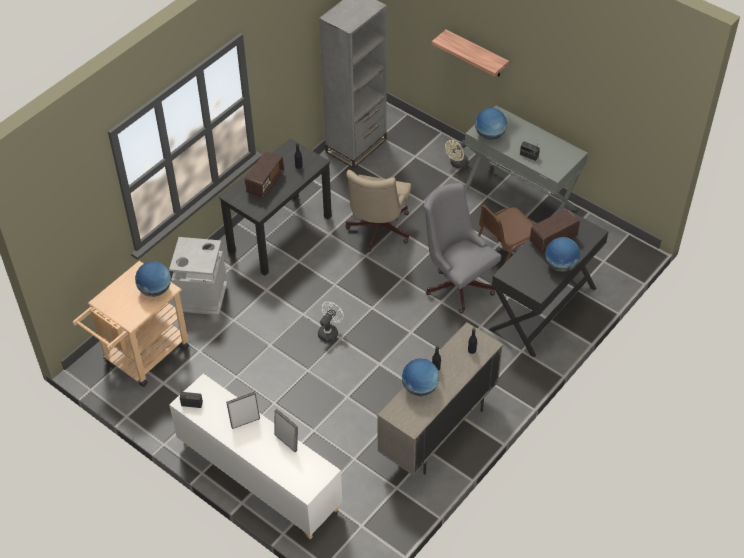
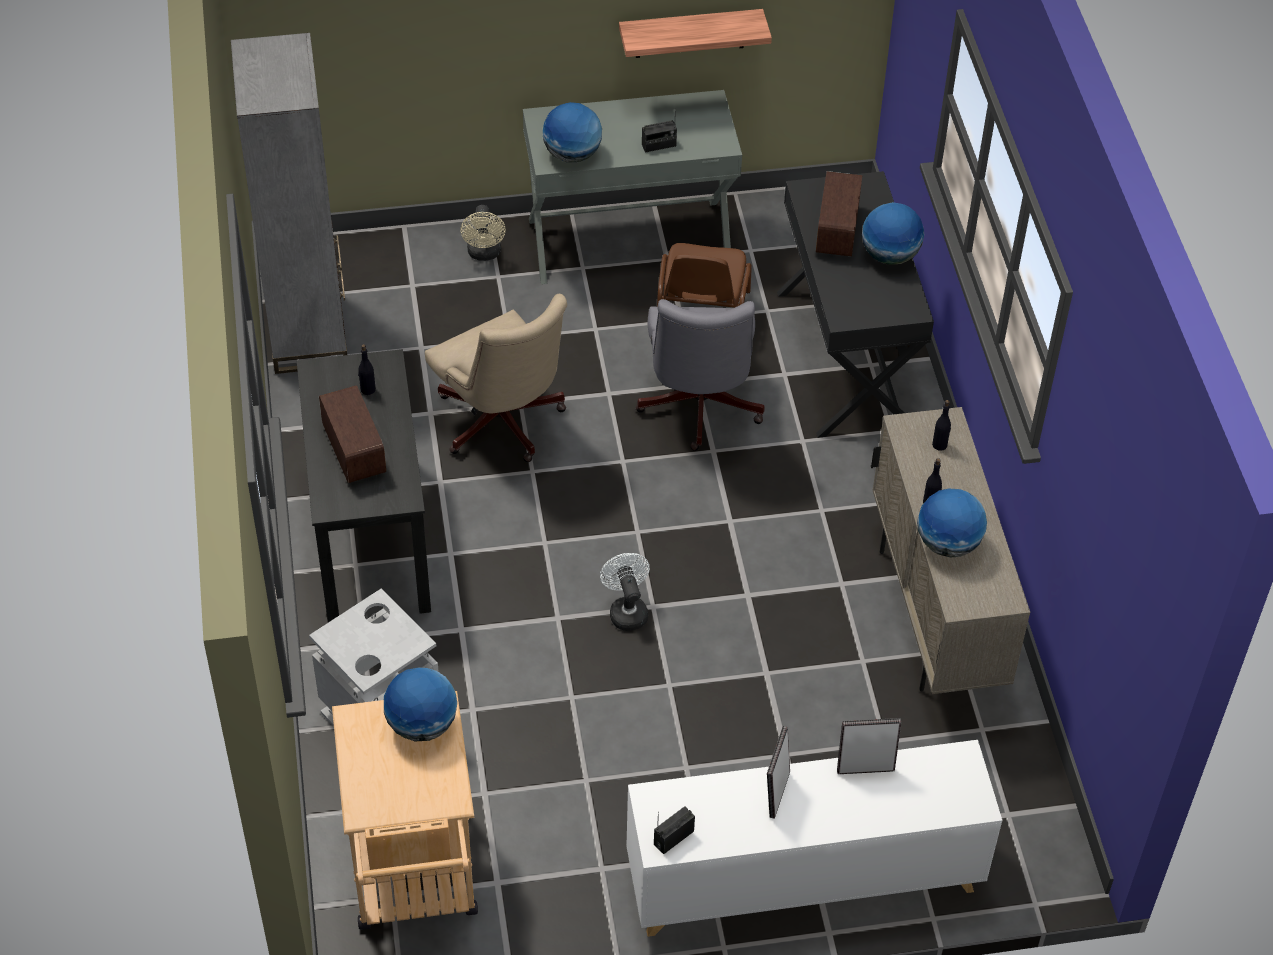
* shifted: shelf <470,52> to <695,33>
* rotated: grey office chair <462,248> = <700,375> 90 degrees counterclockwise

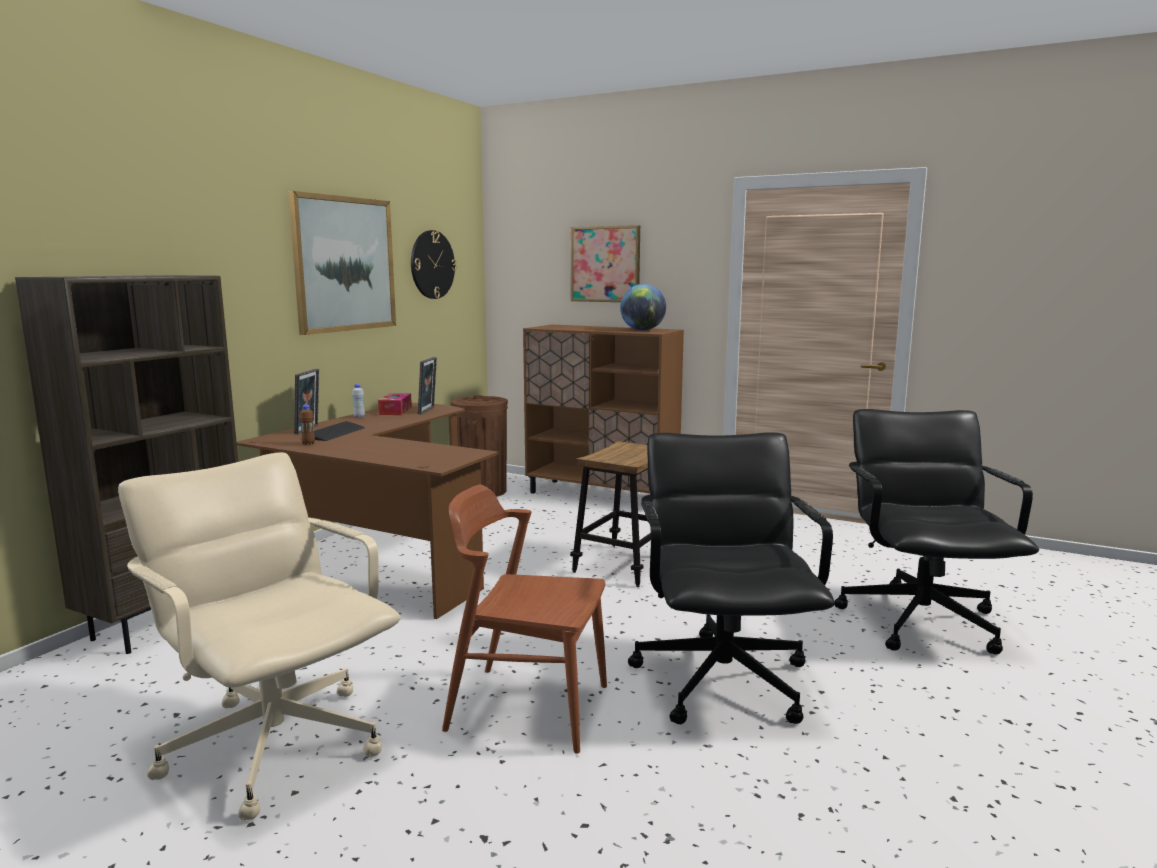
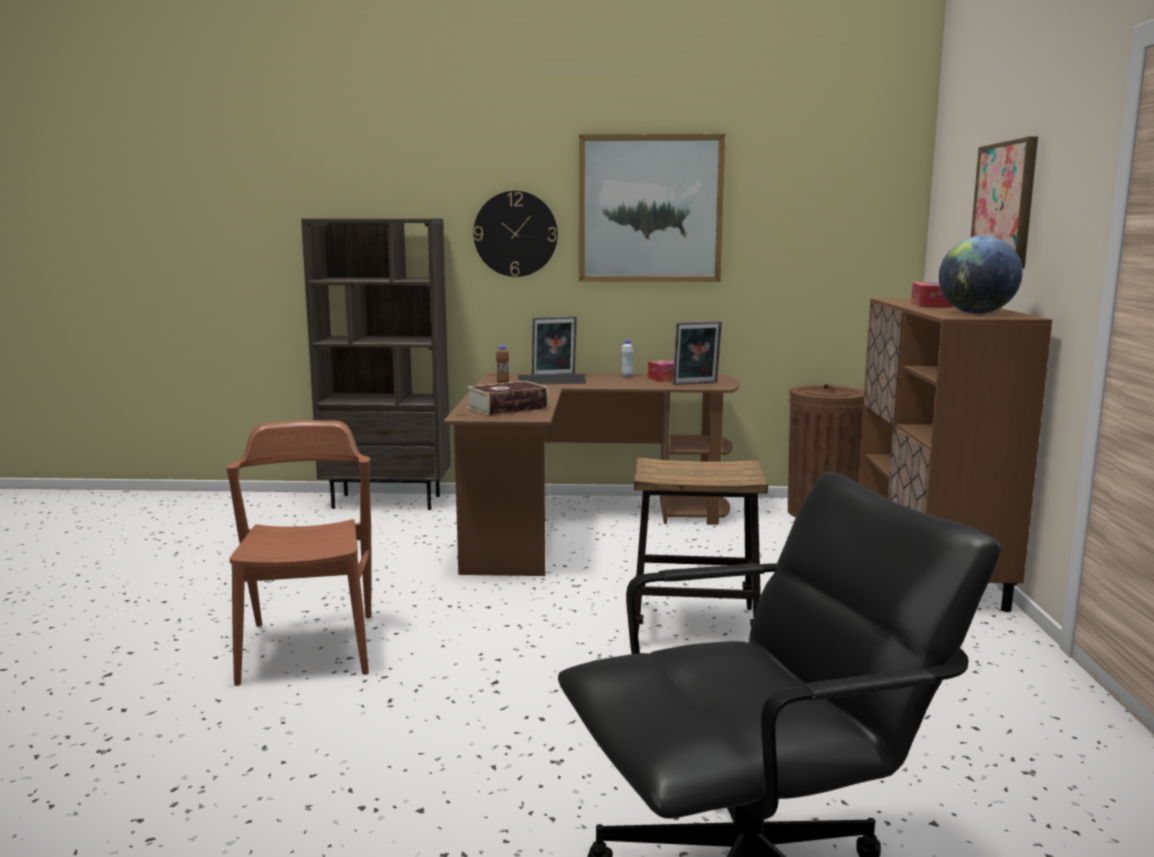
* gone: beige office chair <259,636>
* gone: black office chair <731,578>
* new: book <508,398>
* new: tissue box <932,294>
* shifted: wall clock <434,264> to <515,234>

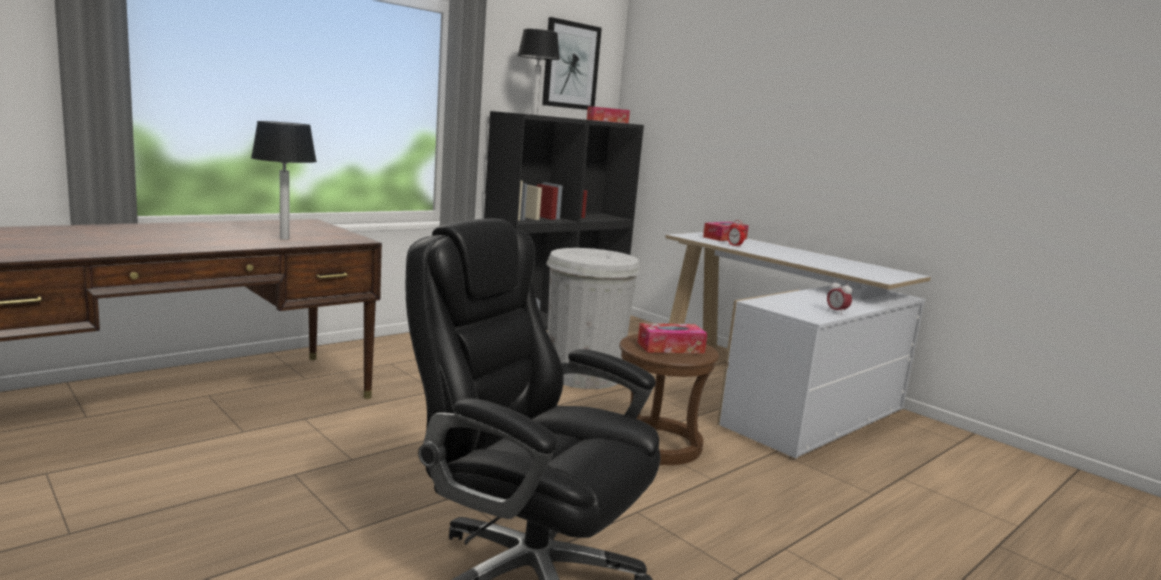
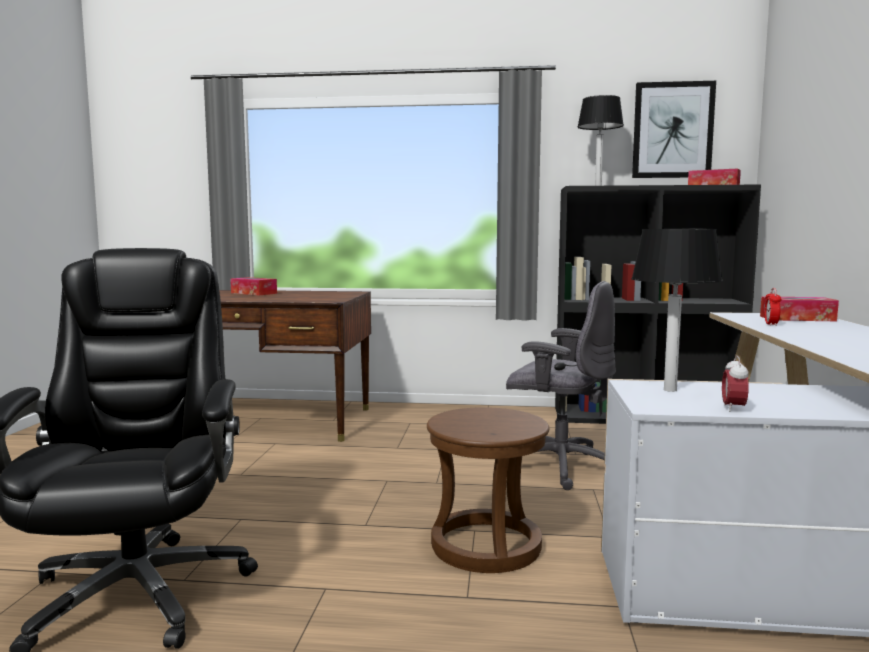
* shifted: table lamp <284,180> to <677,310>
* shifted: tissue box <672,338> to <253,286>
* swapped: white trash can <593,318> to grey office chair <561,385>

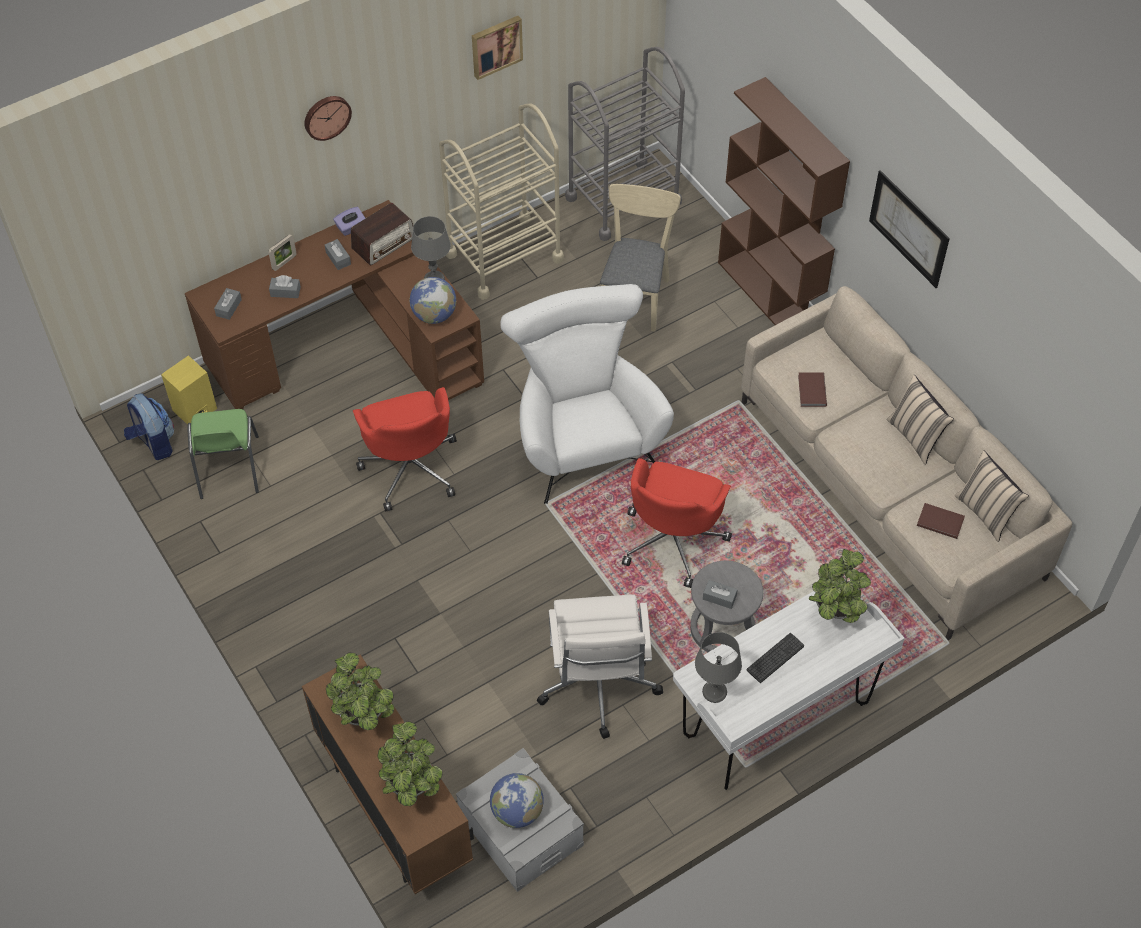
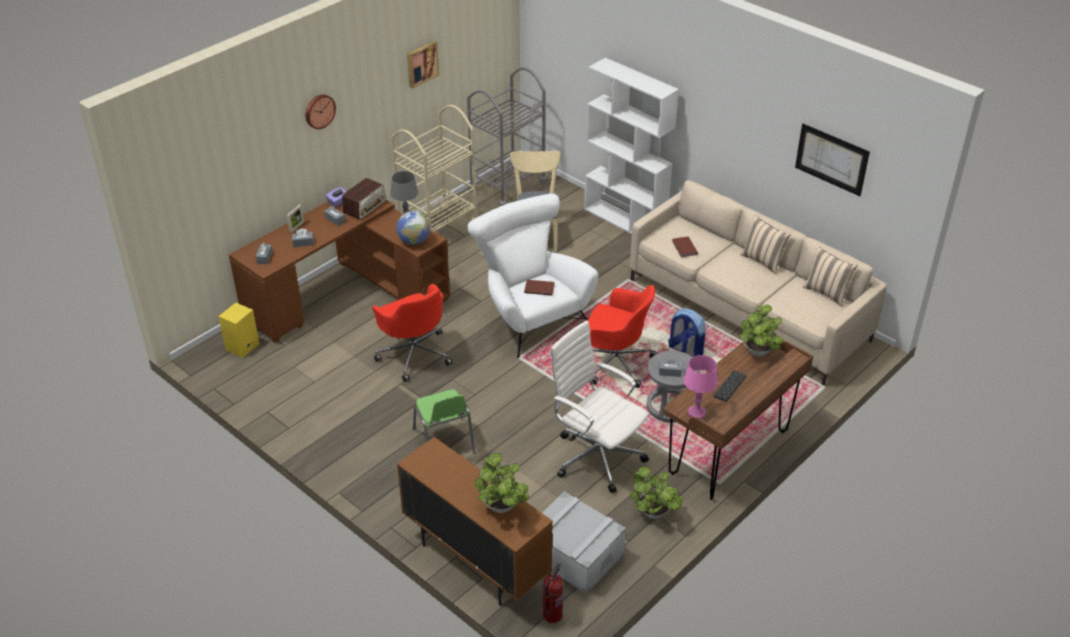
* gone: globe <517,800>
* new: fire extinguisher <553,593>
* shifted: backpack <149,426> to <686,332>
* shifted: green chair <223,454> to <444,421>
* shifted: potted plant <360,691> to <657,492>
* shifted: picture <909,229> to <832,160>
* shifted: brown book <941,521> to <539,288>
* repainted: white desk <789,683> to brown desk <738,420>
* repainted: grey table lamp <718,667> to pink table lamp <701,387>
* repainted: brown bookcase <784,201> to white bookcase <631,146>
* rotated: white office chair <600,666> = <599,406> 150 degrees clockwise
* rotated: red office chair <677,523> = <622,336> 75 degrees counterclockwise

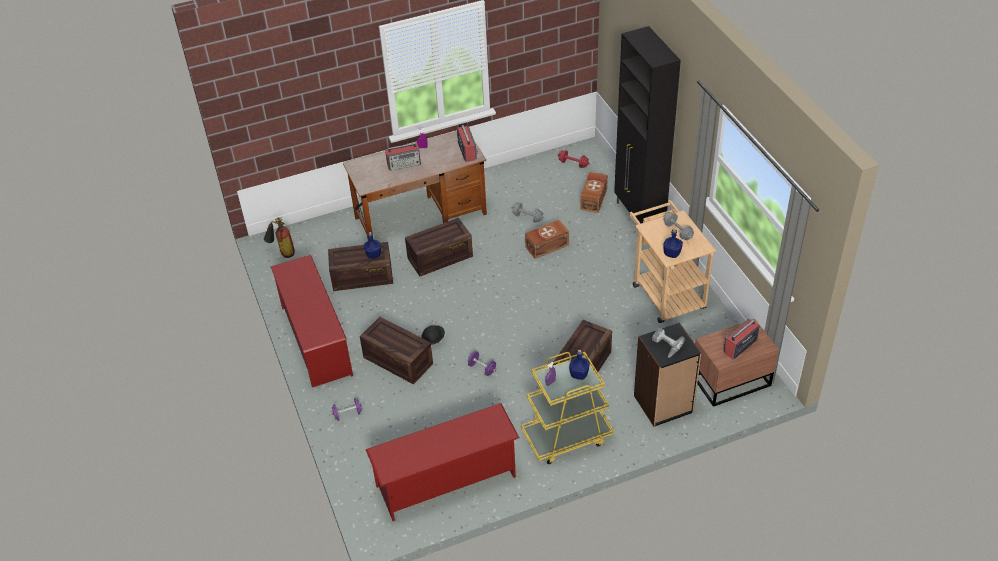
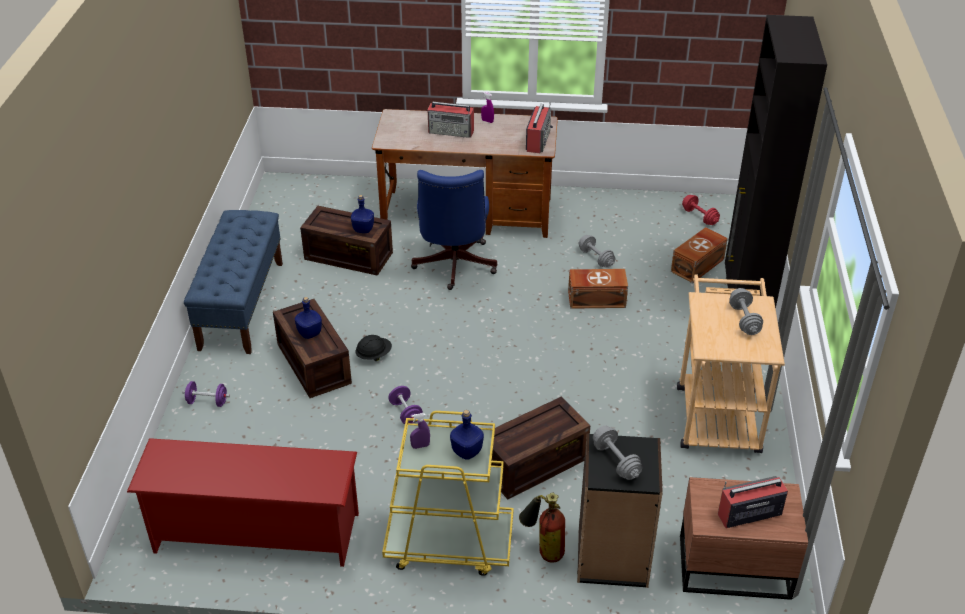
* shifted: fire extinguisher <279,237> to <542,527>
* shifted: blue bottle <673,243> to <308,318>
* swapped: red shoe rack <312,321> to blue bench <233,282>
* swapped: crate <439,247> to blue office chair <454,230>
* swapped: power drill <668,343> to grey dumbbell <617,453>

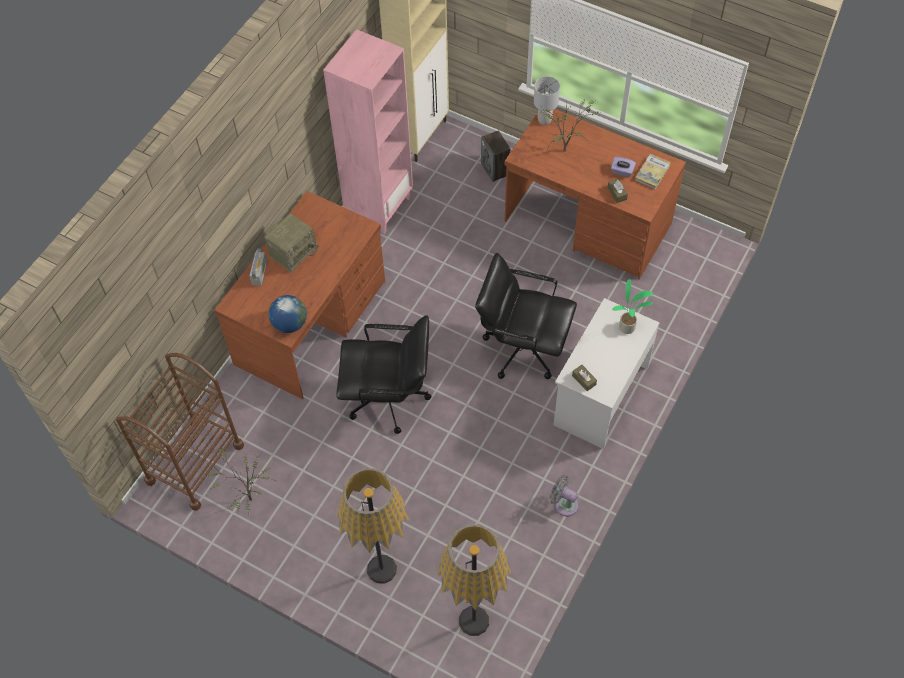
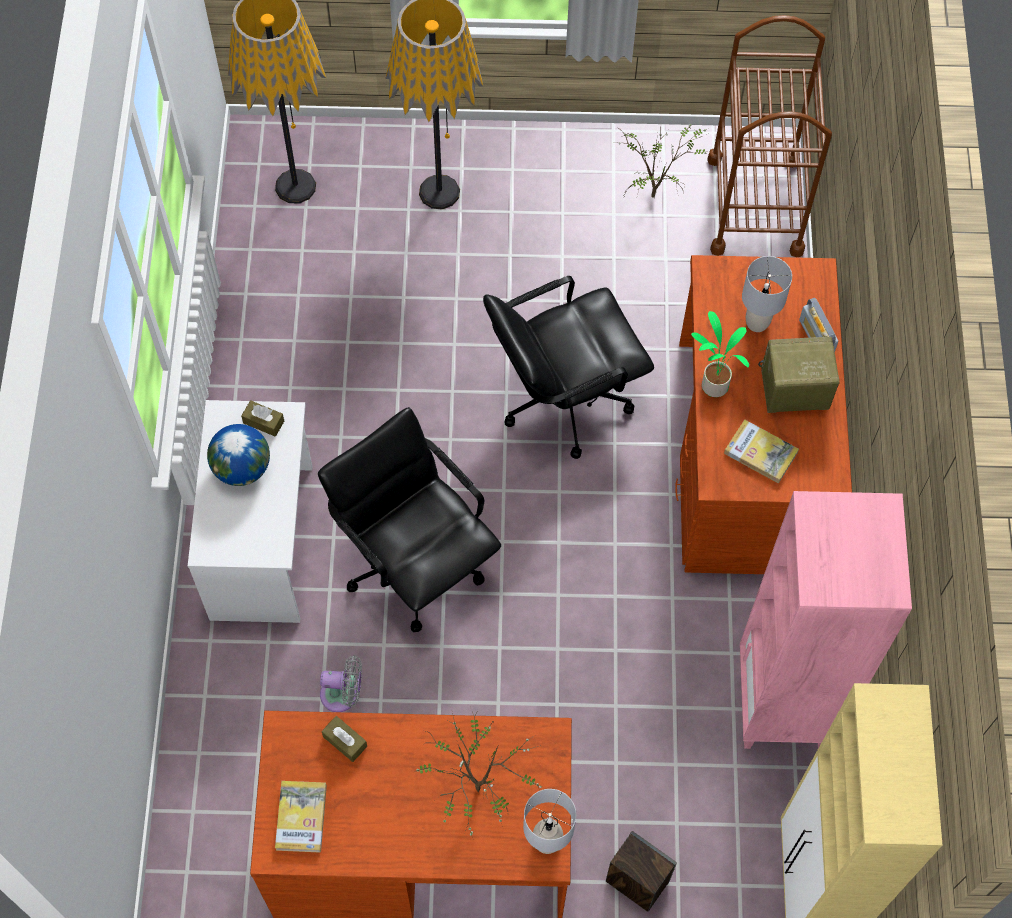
* gone: purple tissue box <623,167>
* new: book <761,451>
* new: grey table lamp <767,294>
* shifted: globe <288,314> to <238,455>
* shifted: grey fan <563,496> to <341,683>
* shifted: potted plant <632,306> to <720,354>
* rotated: radio <291,243> = <799,375> 75 degrees clockwise
* rotated: black office chair <526,316> = <409,519> 120 degrees counterclockwise

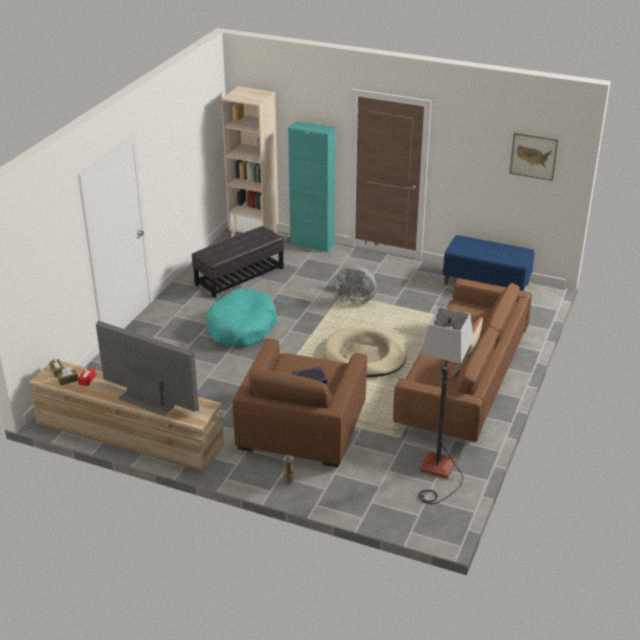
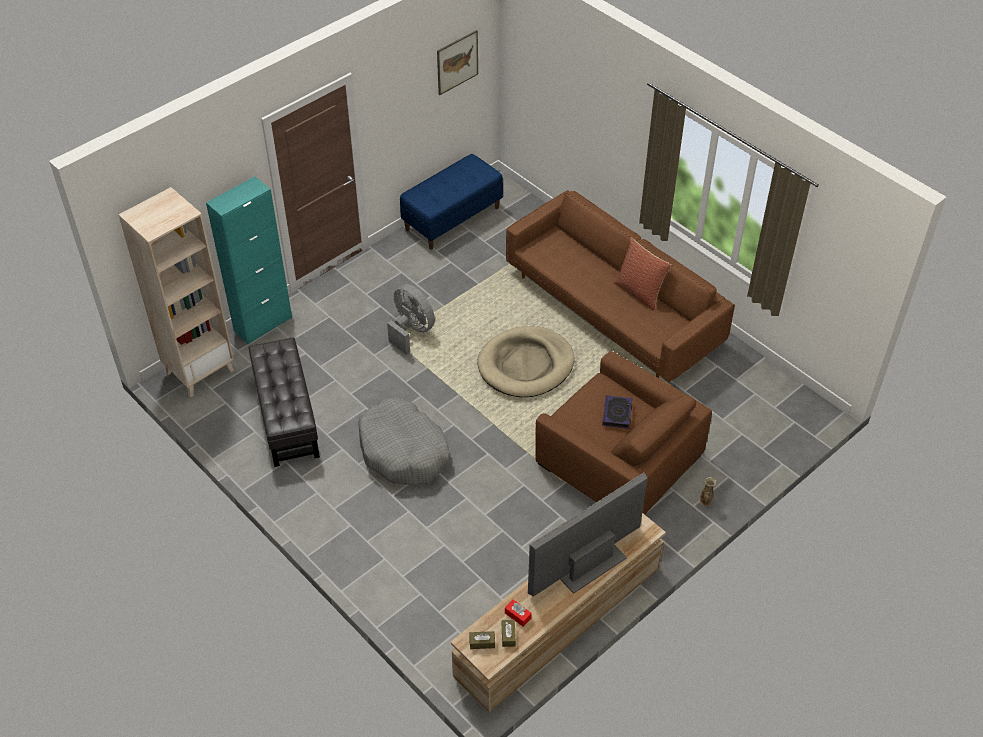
* gone: floor lamp <446,405>
* repainted: turquoise dog bed <241,317> to grey dog bed <404,441>
* rotated: grey fan <356,284> = <411,319> 90 degrees counterclockwise

